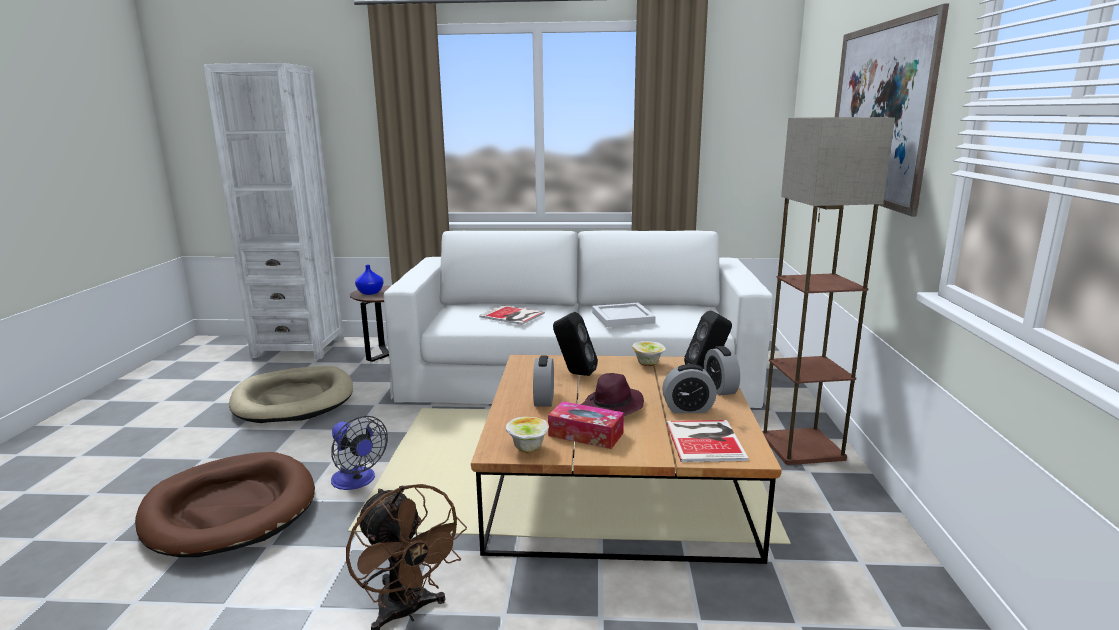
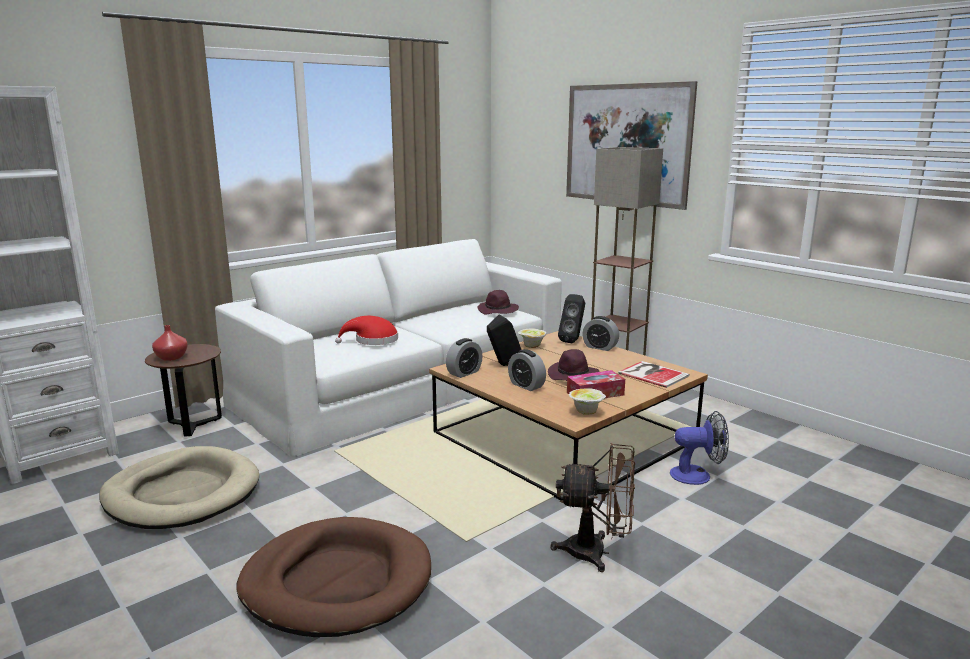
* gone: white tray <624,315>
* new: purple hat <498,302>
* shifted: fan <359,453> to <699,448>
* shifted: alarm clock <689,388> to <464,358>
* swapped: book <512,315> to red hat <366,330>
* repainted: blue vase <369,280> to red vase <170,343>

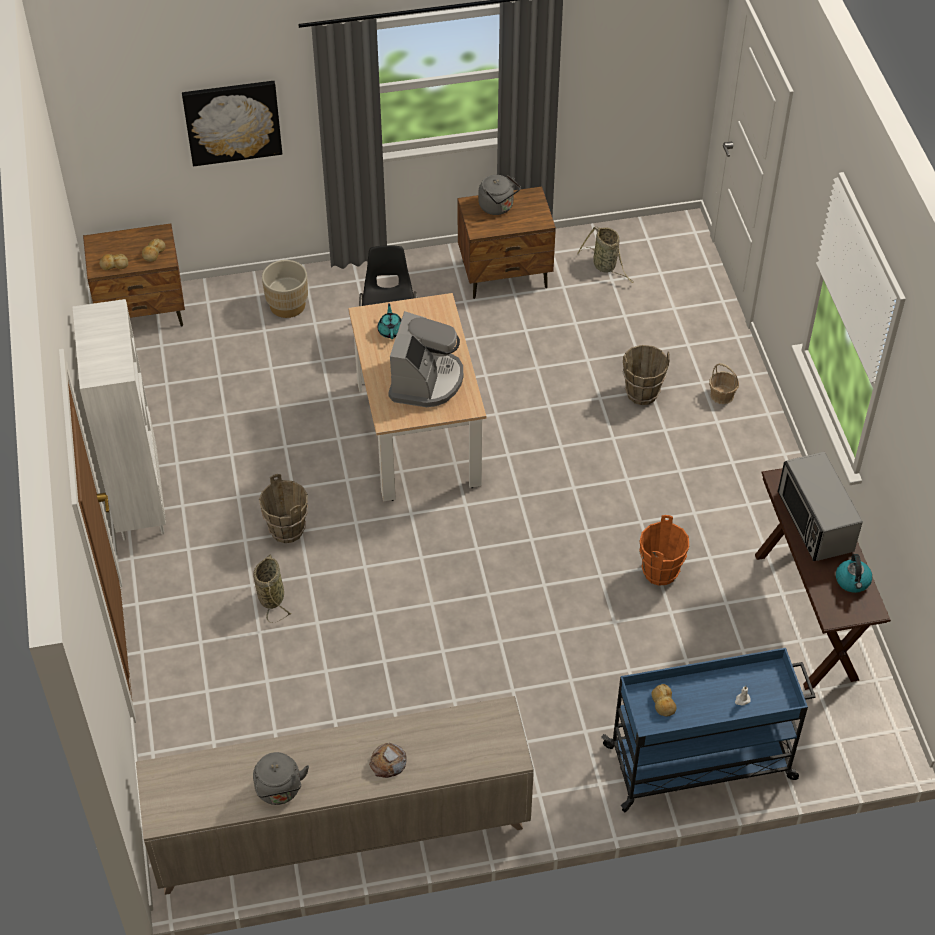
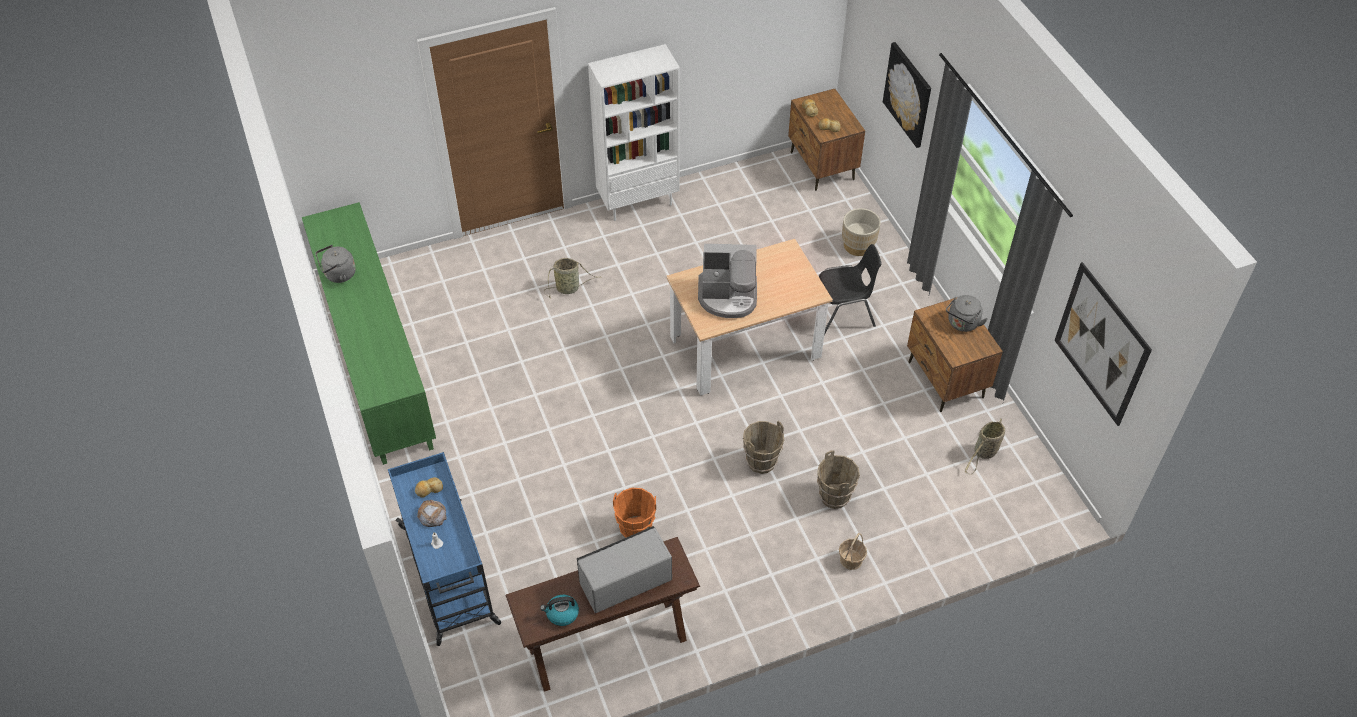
* gone: turquoise teapot <390,321>
* new: picture <1103,344>
* shifted: brown bucket <283,508> to <763,447>
* shifted: bread <388,760> to <431,513>
* repainted: beige cabinet <335,795> to green cabinet <369,333>

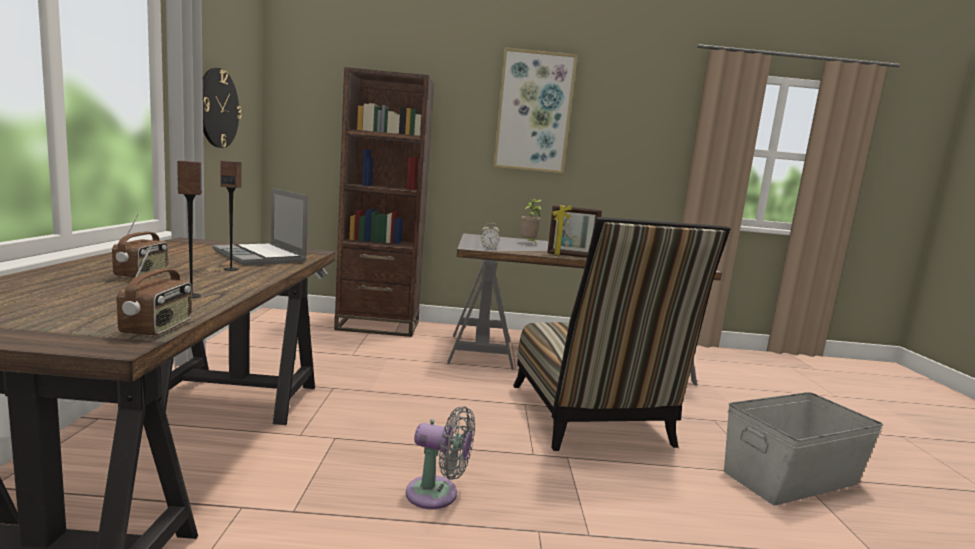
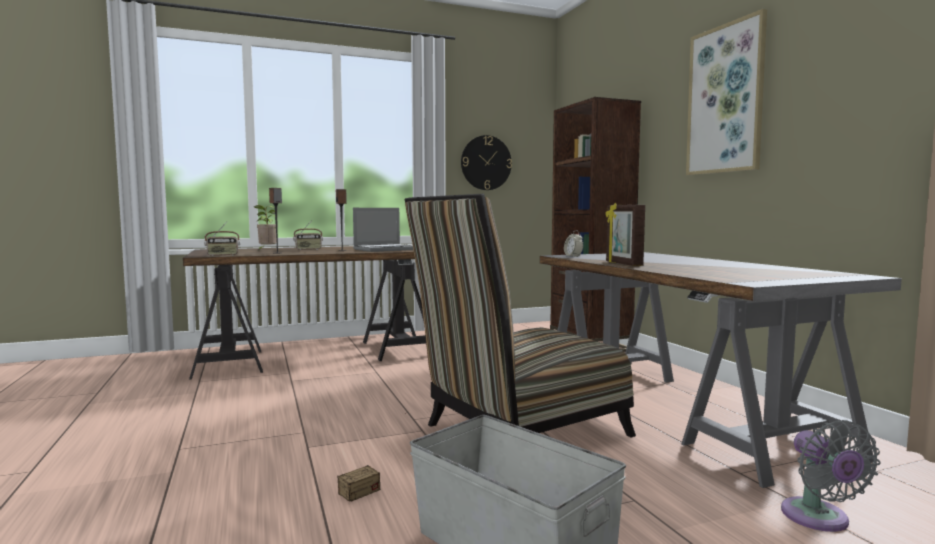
* new: storage box <371,457>
* shifted: grey fan <440,457> to <831,476>
* shifted: potted plant <531,221> to <266,227>
* rotated: laptop <260,227> = <383,230> 150 degrees counterclockwise

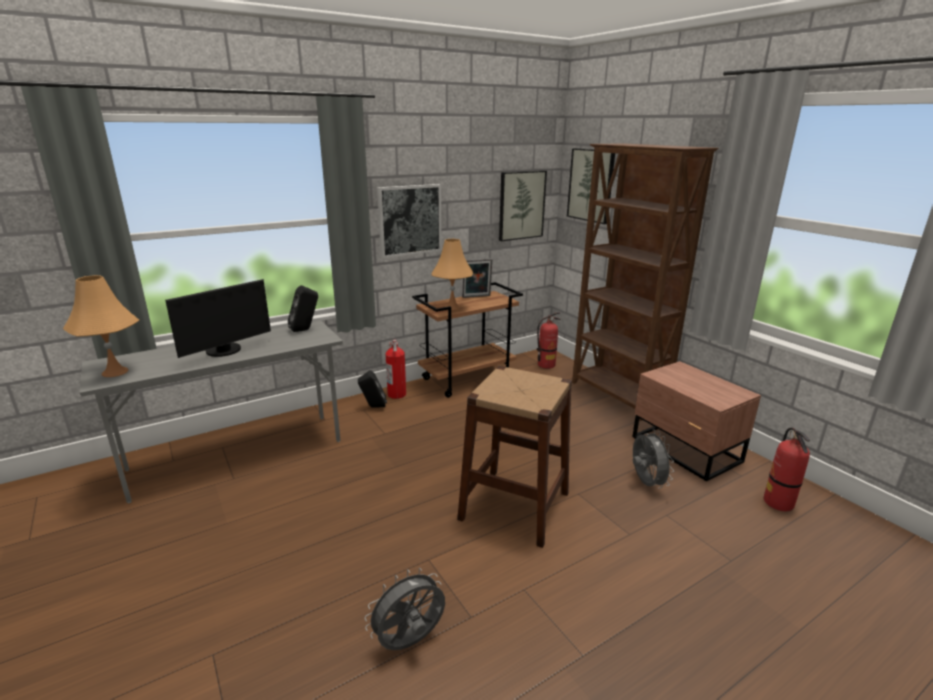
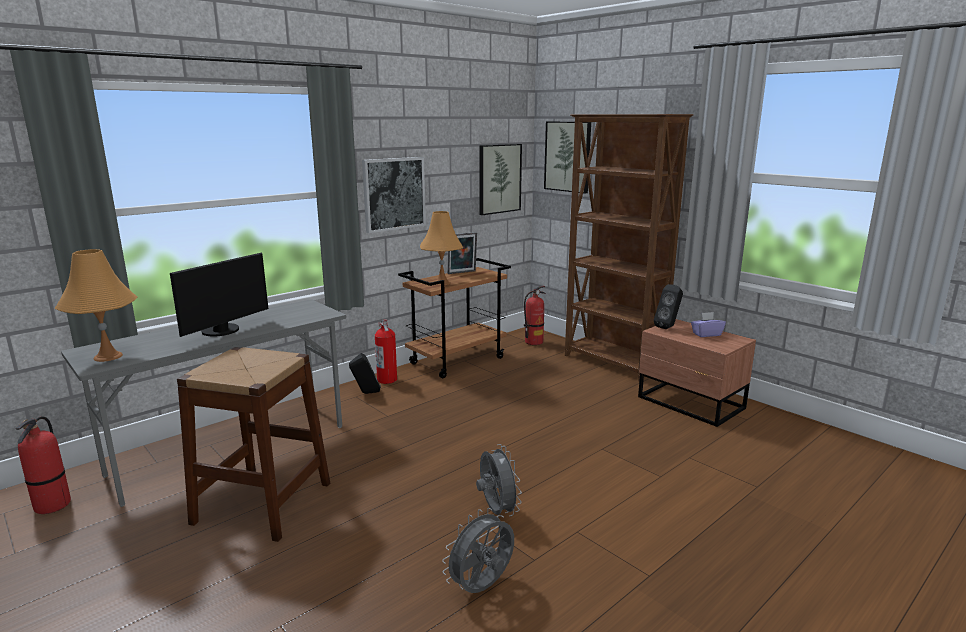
* new: purple tissue box <708,324>
* shifted: black speaker <303,308> to <668,306>
* shifted: brown stool <514,457> to <253,444>
* shifted: grey fan <653,459> to <499,480>
* shifted: fire extinguisher <787,469> to <43,465>

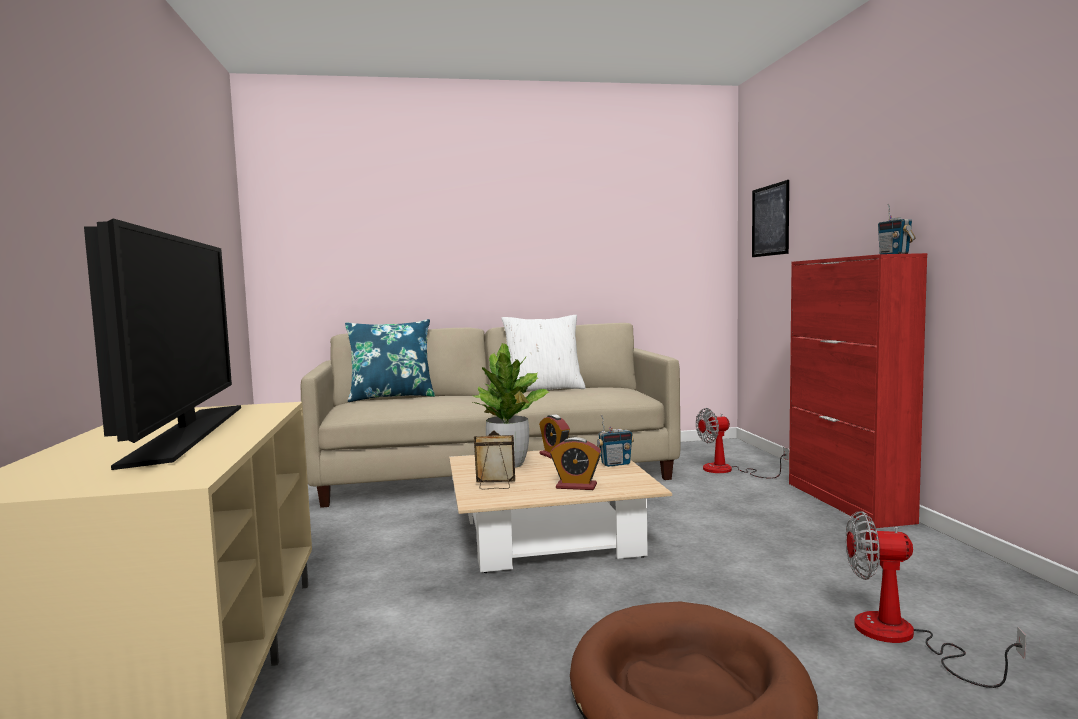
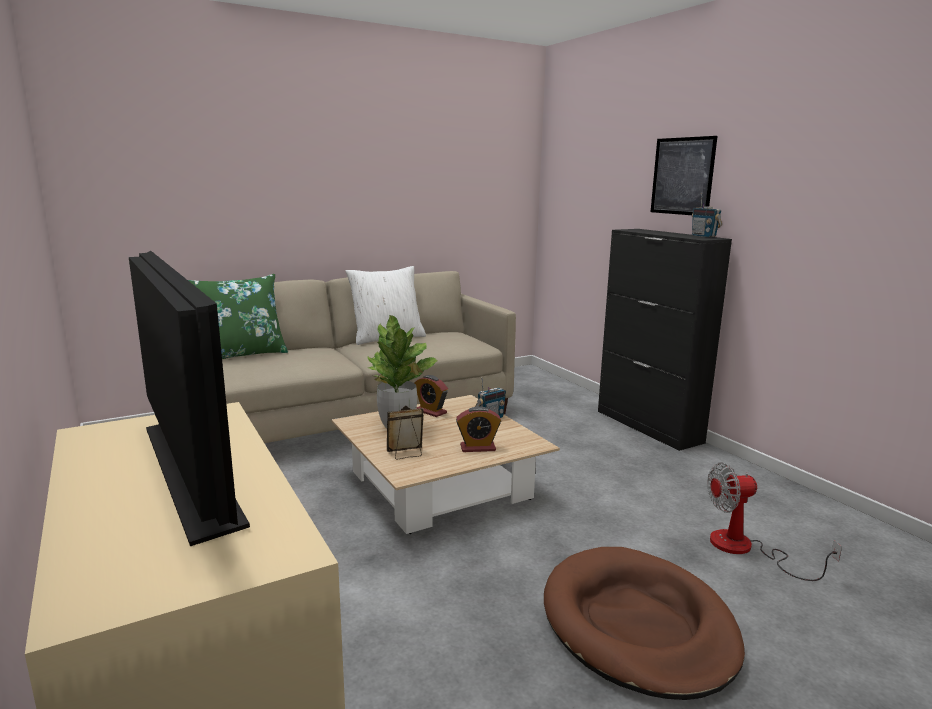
* gone: fan <742,443>
* shifted: picture <770,218> to <684,175>
* repainted: blue pillow <390,360> to green pillow <238,316>
* repainted: red cabinet <858,390> to black cabinet <665,340>

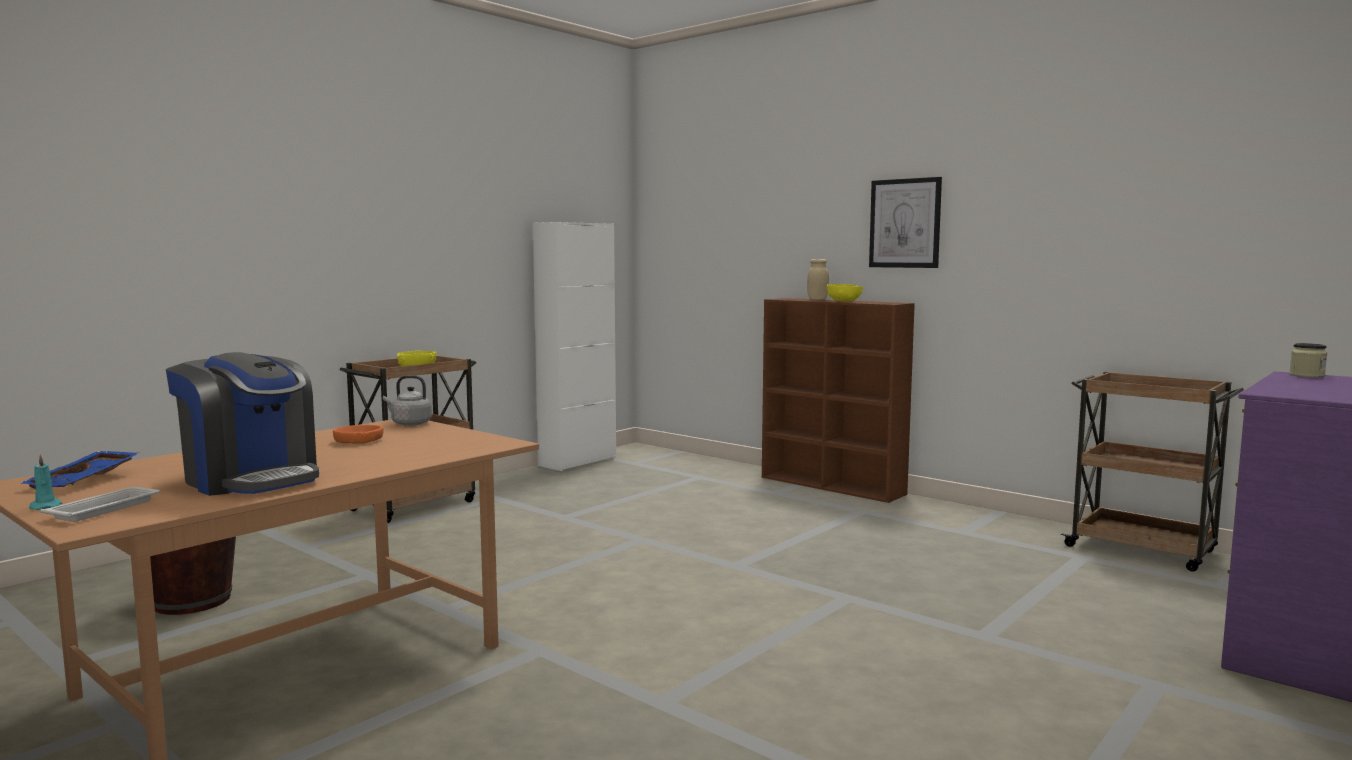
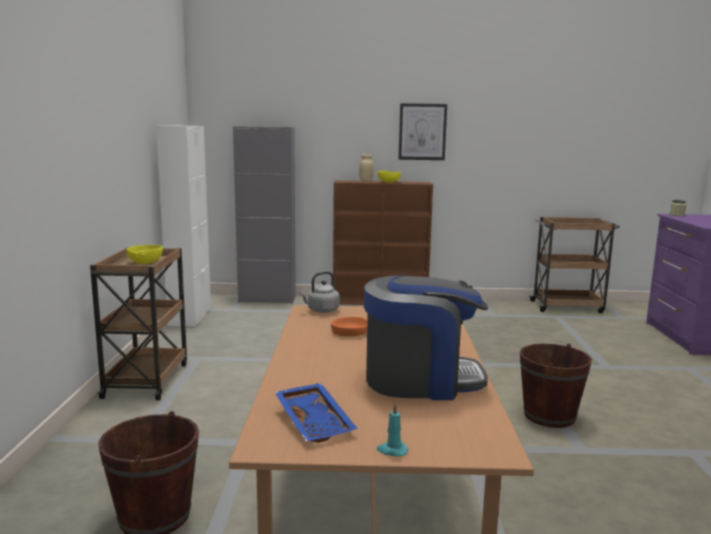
* gone: white tray <100,504>
* new: grey cabinet <264,215>
* new: brown bucket <556,385>

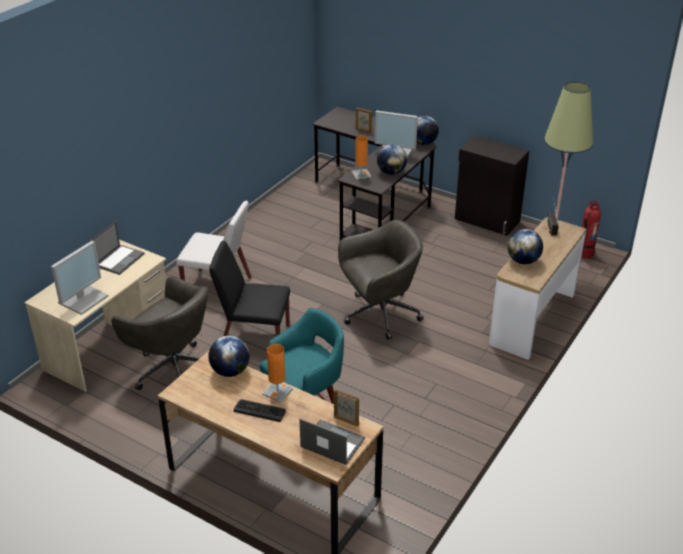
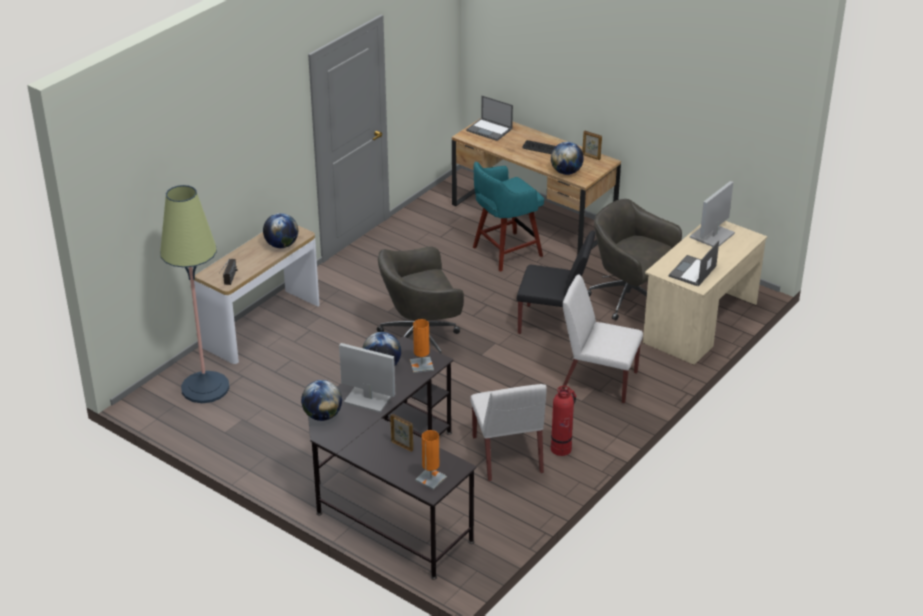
* gone: black cabinet <492,185>
* new: white chair <508,432>
* shifted: orange table lamp <277,373> to <431,460>
* shifted: picture frame <346,408> to <592,145>
* shifted: fire extinguisher <591,229> to <563,421>

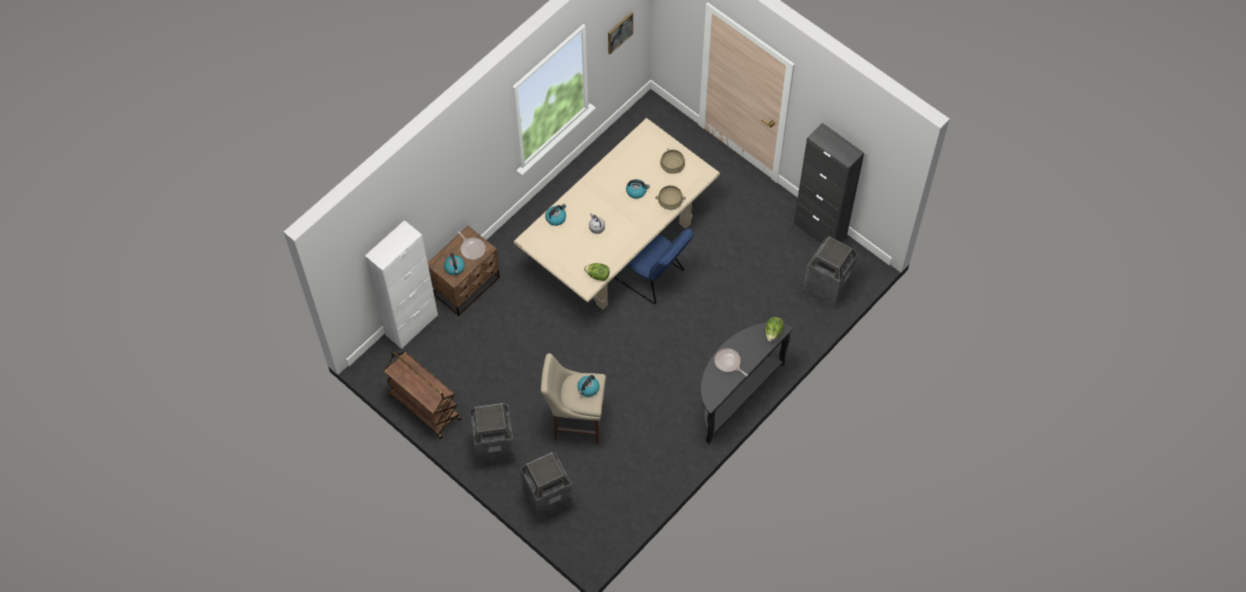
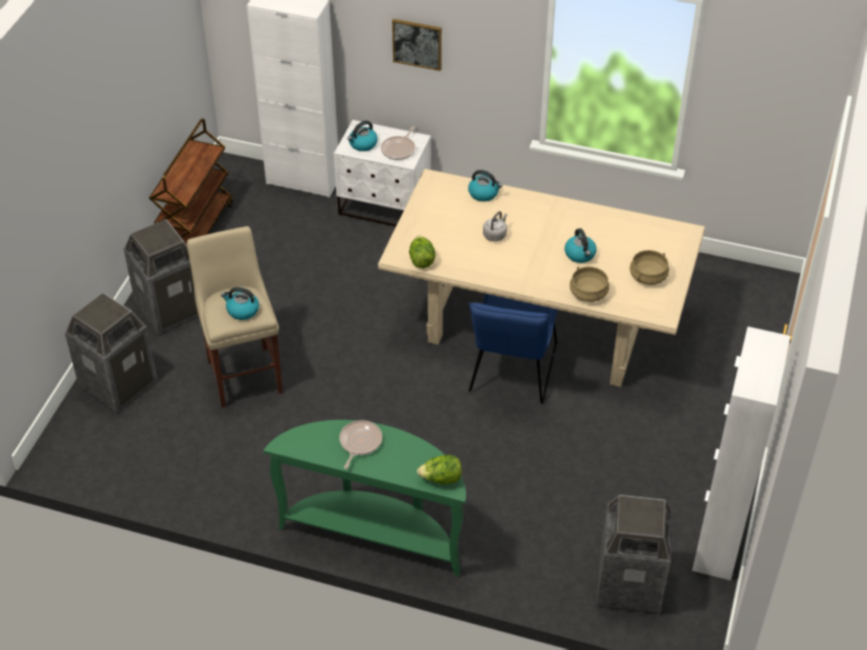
* shifted: picture <620,33> to <417,45>
* repainted: brown nightstand <464,271> to white nightstand <382,173>
* repainted: black console table <747,383> to green console table <365,498>
* repainted: black cabinet <829,183> to white cabinet <741,454>

